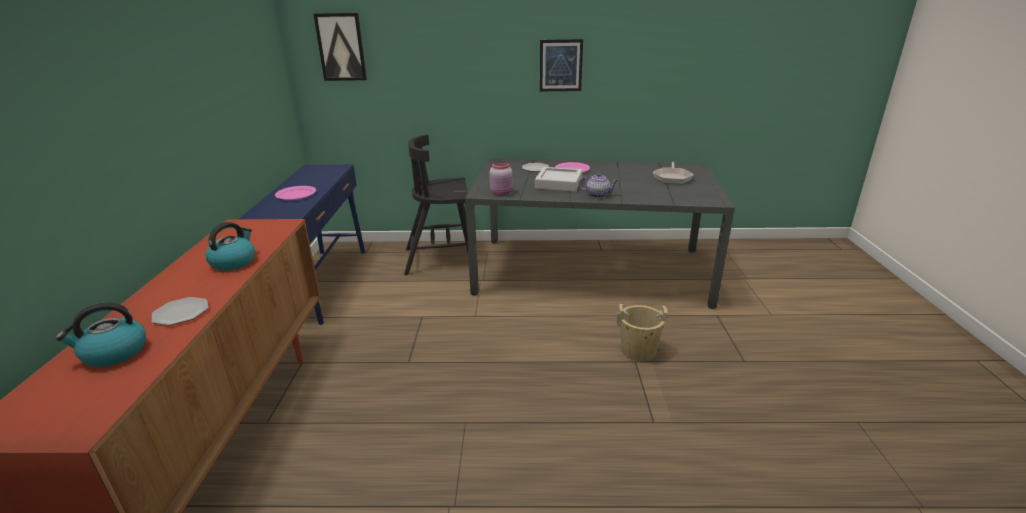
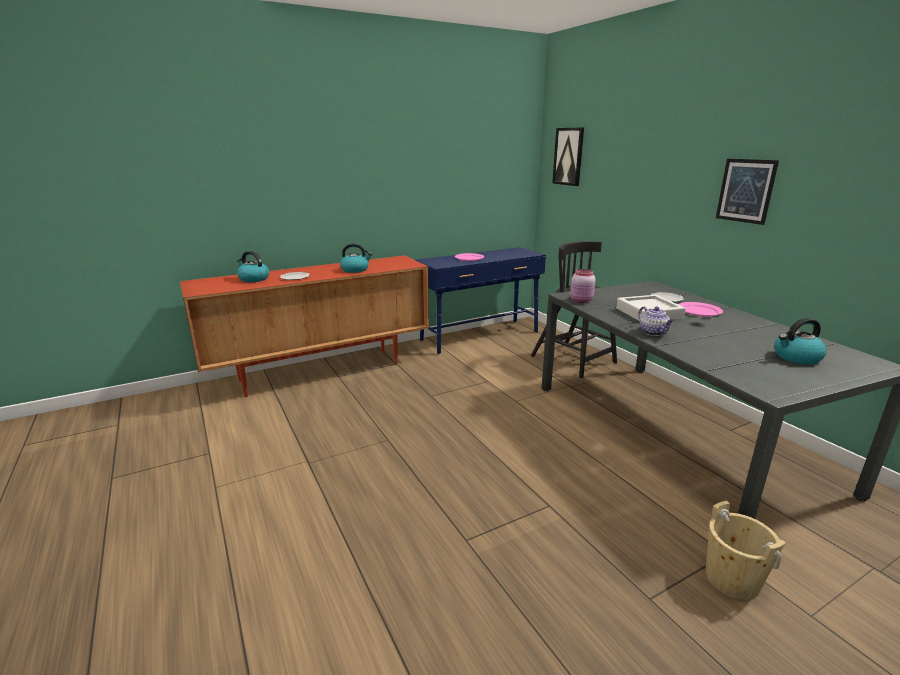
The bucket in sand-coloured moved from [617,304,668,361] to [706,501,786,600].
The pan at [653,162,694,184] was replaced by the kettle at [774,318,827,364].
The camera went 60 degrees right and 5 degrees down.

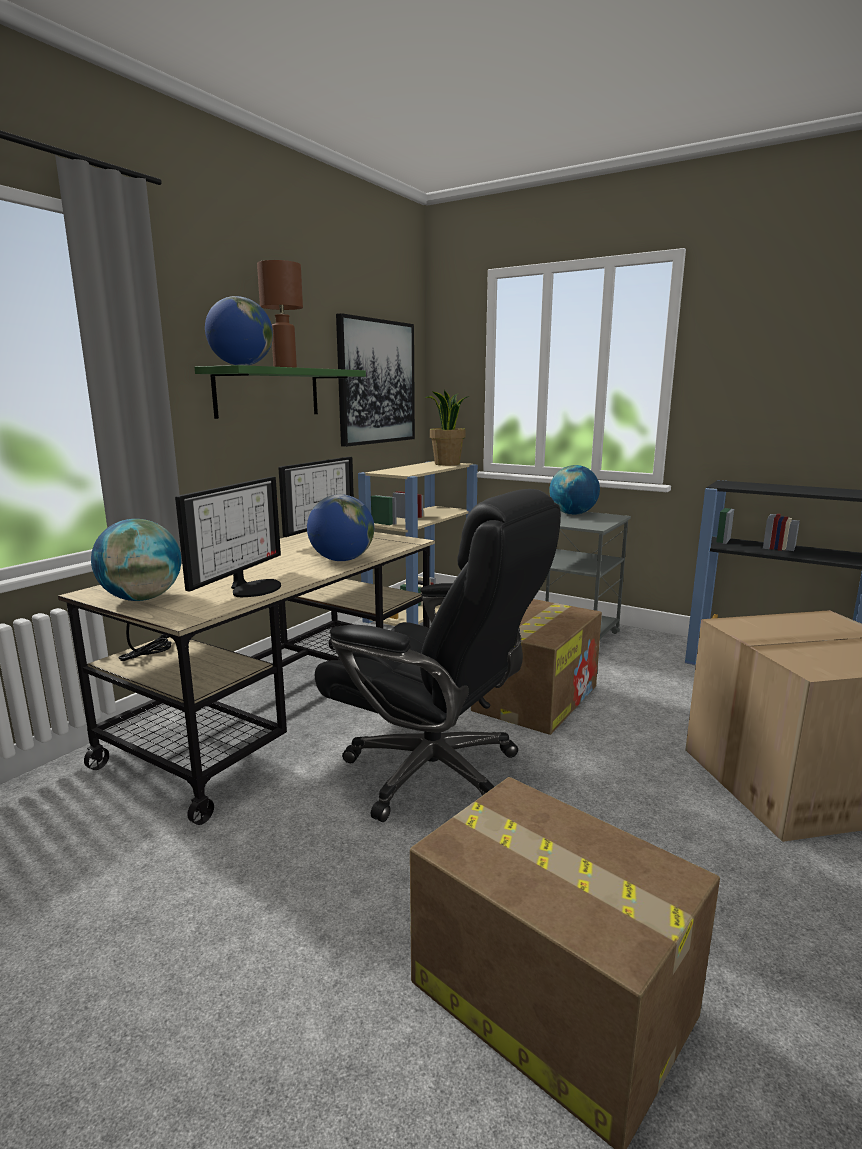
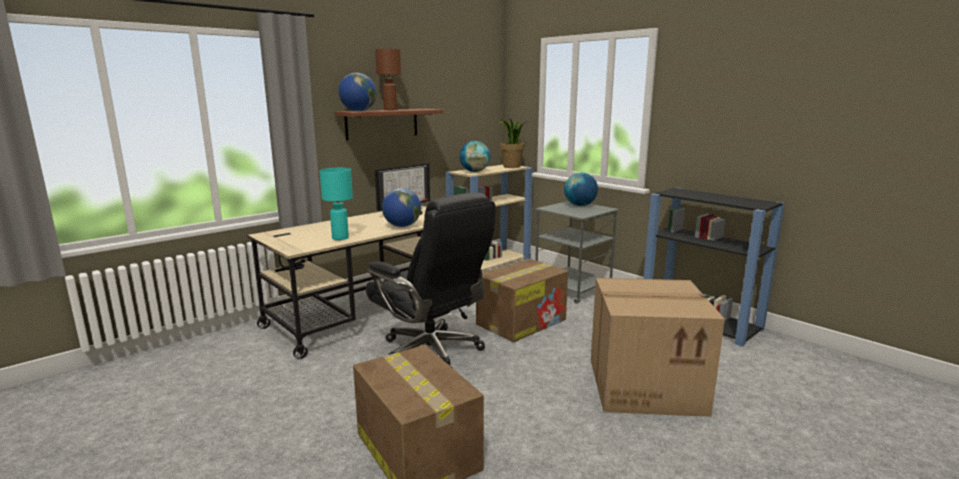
The world globe moved from [91,519,181,601] to [459,141,490,172].
The monitor at [175,477,281,597] was replaced by the lamp for a table in blue-green at [319,168,353,240].
The bracket shelf in greenish at [194,365,366,419] became the bracket shelf in brown-coloured at [334,109,444,140].
The wall art at [336,313,415,447] disappeared.
The camera went 15 degrees right and 0 degrees up.

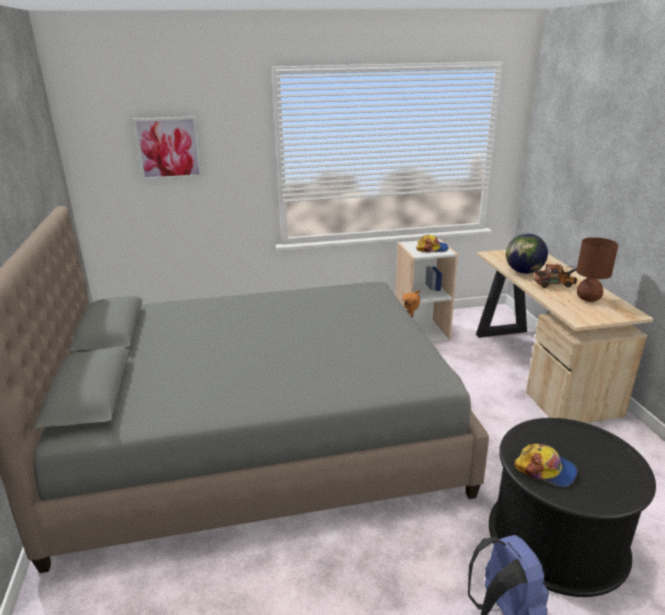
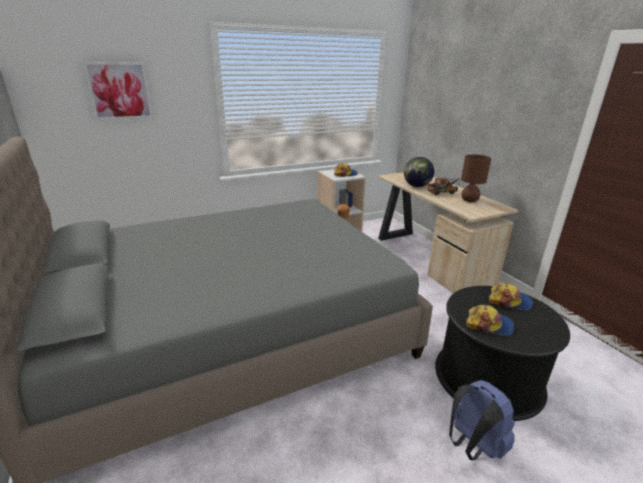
The baseball cap at [489,283,533,311] appeared.
The camera went 15 degrees left and 0 degrees up.

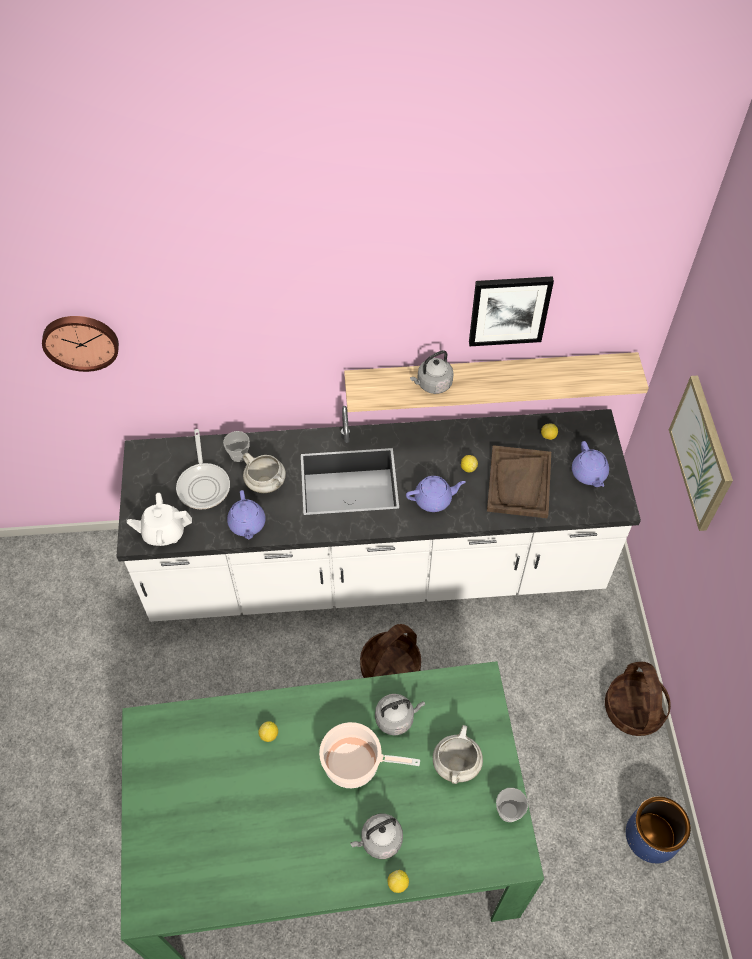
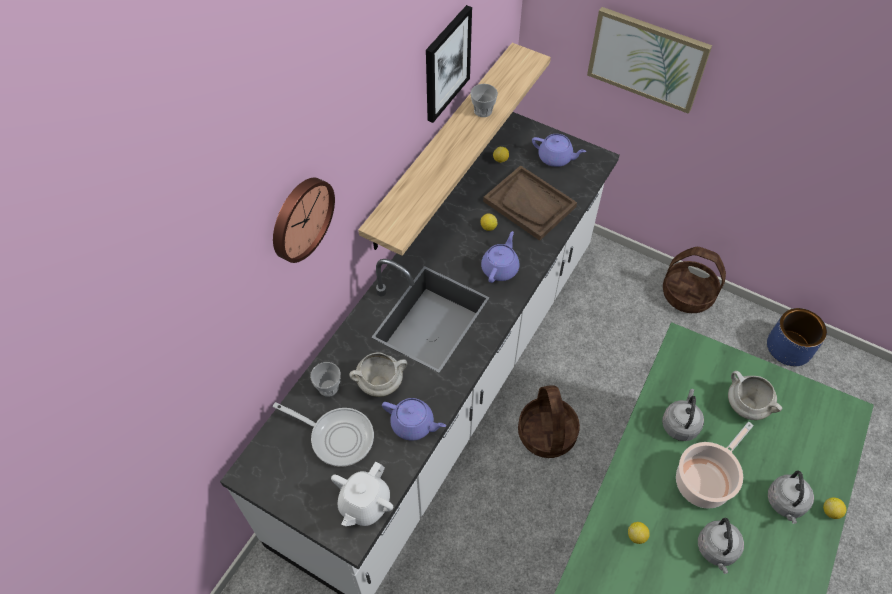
The clock on the wall moved from [42,316,119,372] to [273,178,335,263].
The kettle in gray moved from [410,350,454,394] to [698,518,744,574].
The drinking cup moved from [496,788,528,822] to [470,84,498,117].
The camera went 55 degrees left and 0 degrees up.

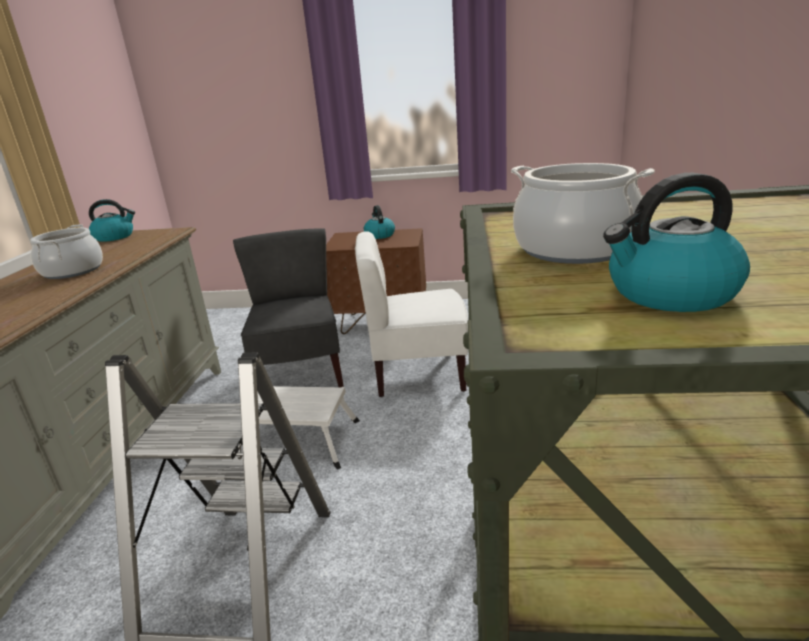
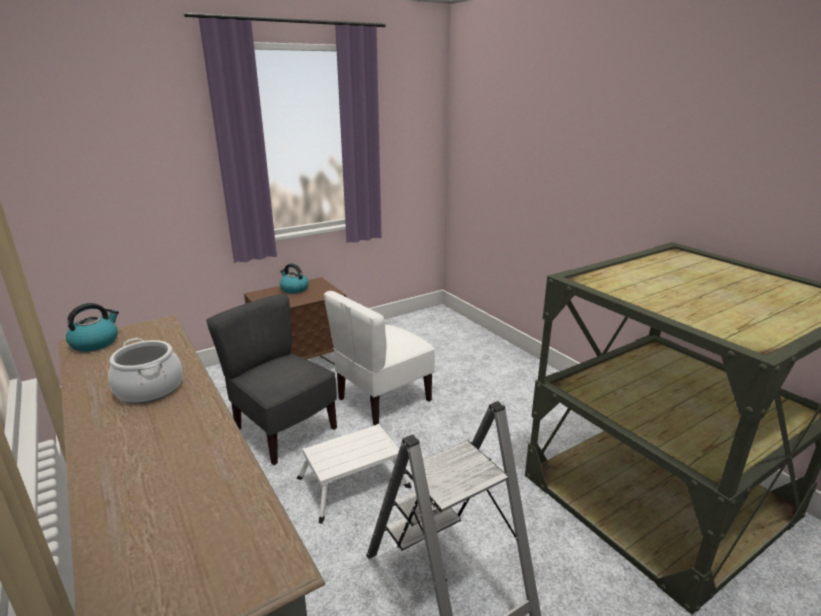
The cooking pot at [511,163,655,264] disappeared.
The kettle at [603,172,750,312] disappeared.
The camera went 40 degrees left and 0 degrees up.

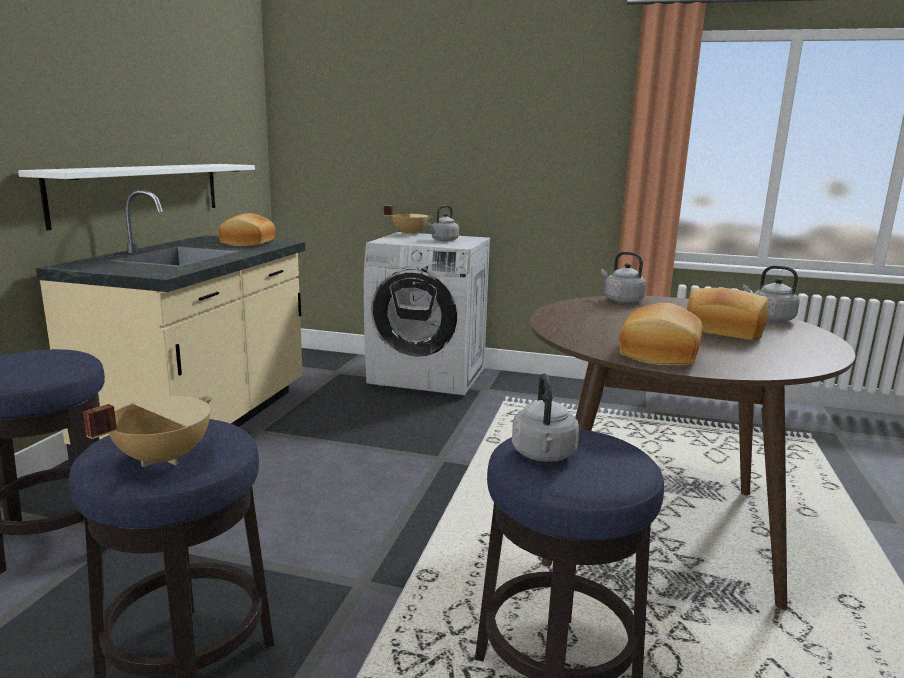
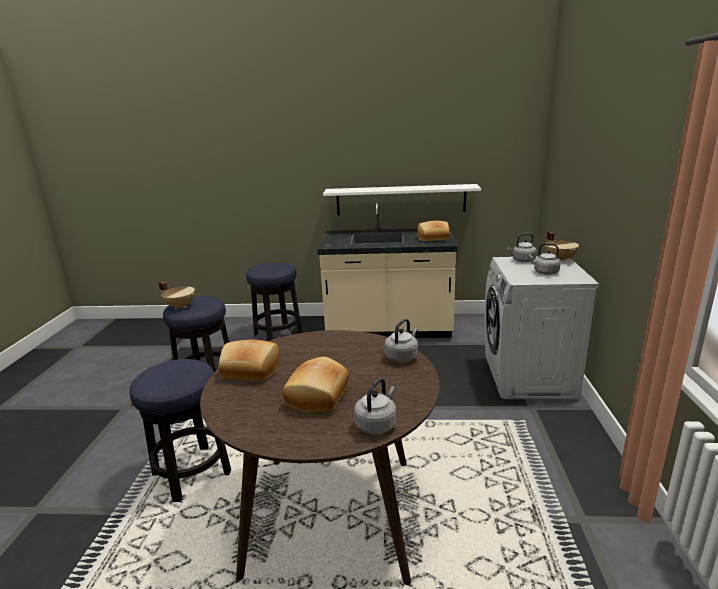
The kettle in gray moved from [512,373,579,462] to [507,233,537,262].
The camera went 80 degrees right and 5 degrees up.

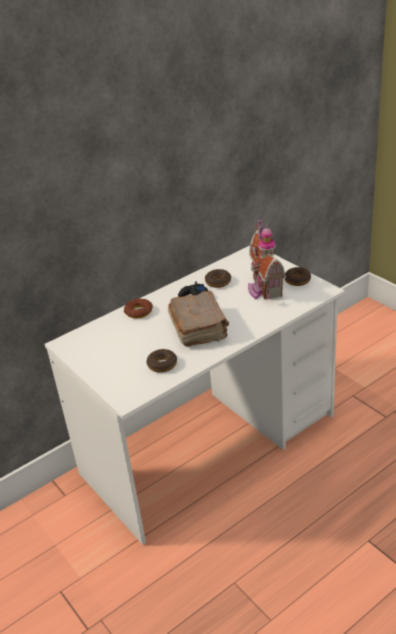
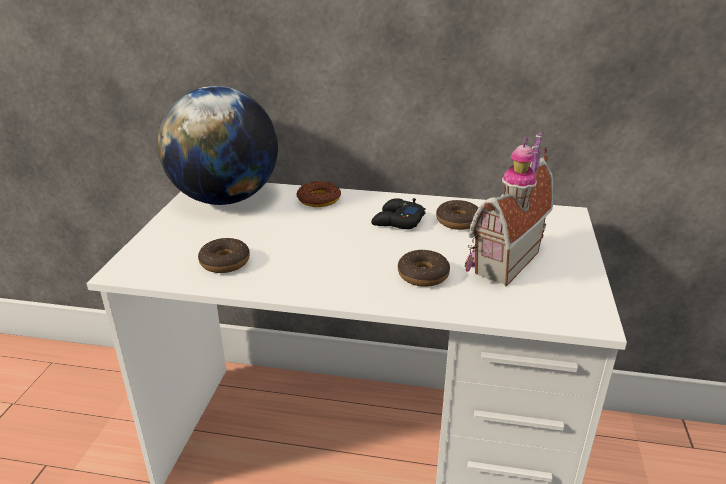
The bound book in brown-coloured at [168,291,229,347] disappeared.
The donut moved from [285,267,311,286] to [398,249,450,287].
The world globe at [157,86,278,205] appeared.
The camera went 45 degrees right and 5 degrees down.

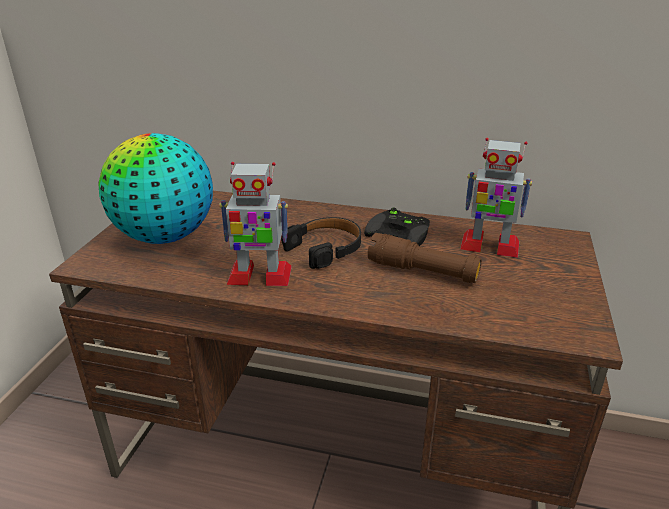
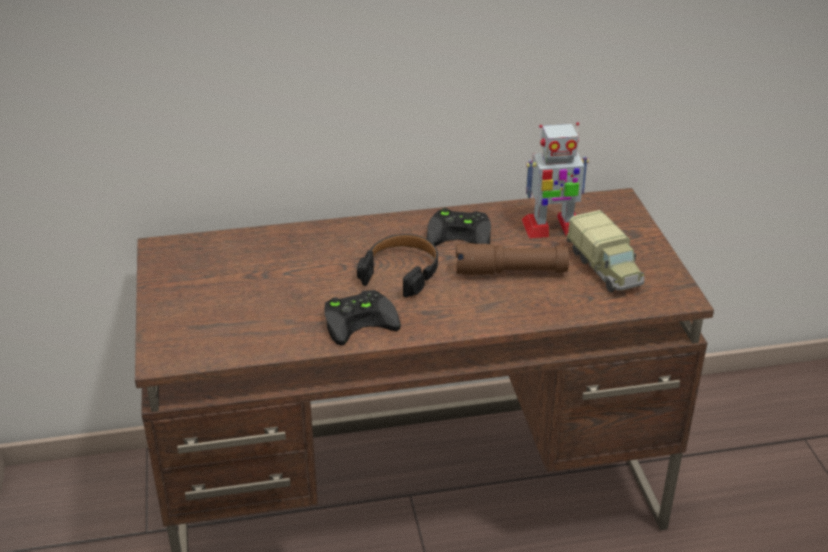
The world globe at [98,133,213,244] disappeared.
The toy robot at [219,162,292,286] was replaced by the game controller in blackish at [324,290,401,345].
The toy truck at [567,210,645,292] appeared.
The camera went 25 degrees left and 5 degrees up.

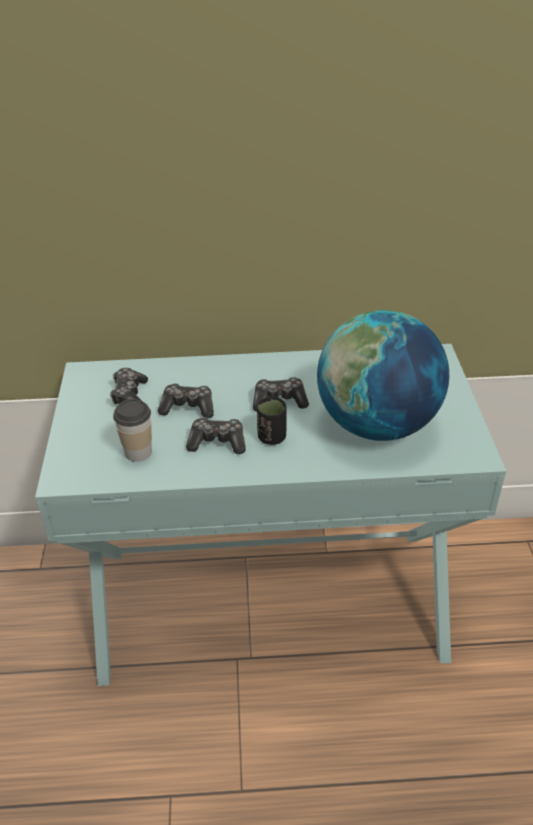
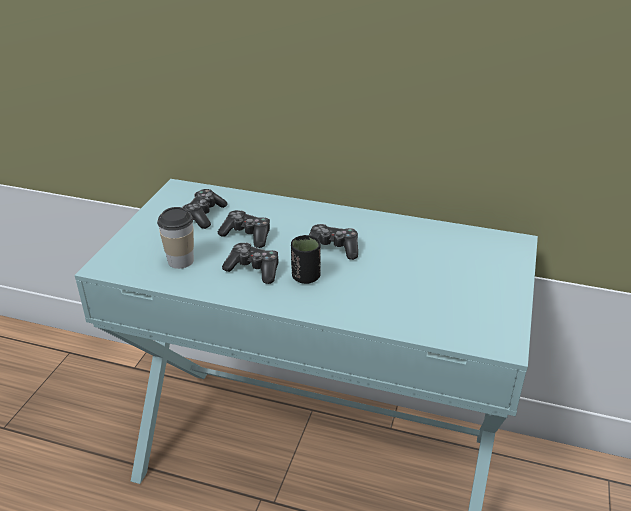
The world globe at [317,310,449,441] disappeared.
The camera went 20 degrees right and 5 degrees down.

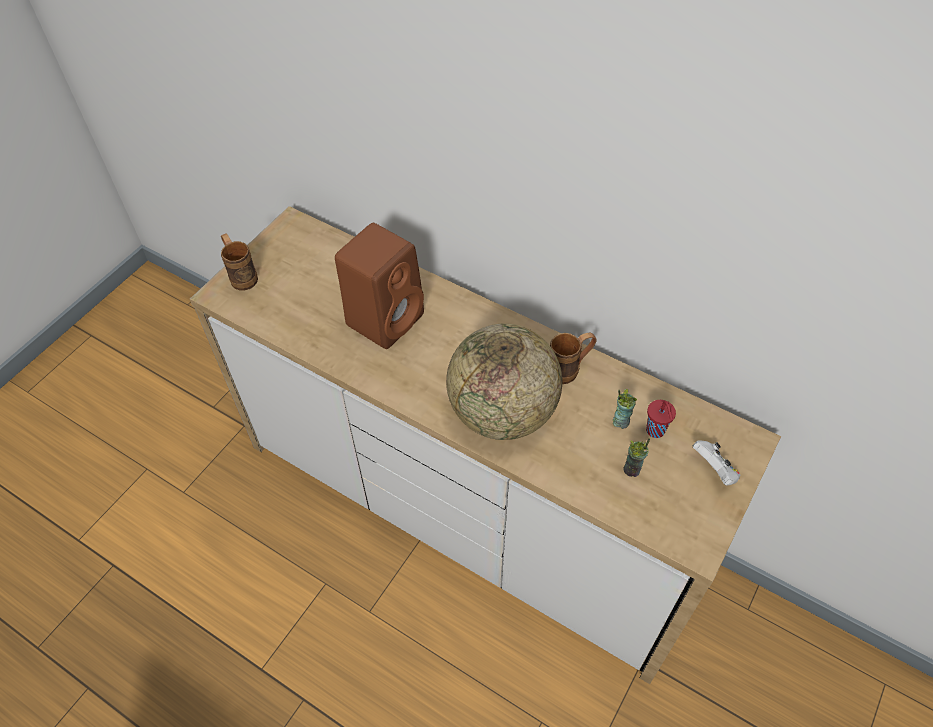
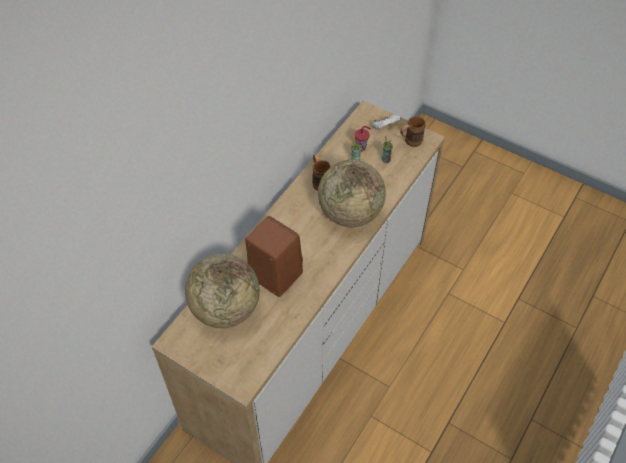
The coffee mug in brown-coloured moved from [221,233,258,291] to [400,116,426,147].
The world globe at [185,254,260,328] appeared.
The camera went 90 degrees left and 0 degrees up.

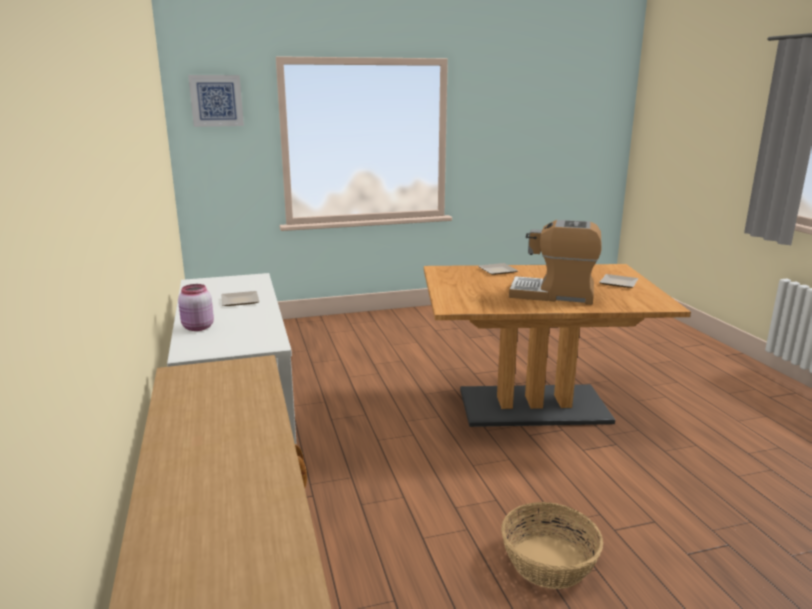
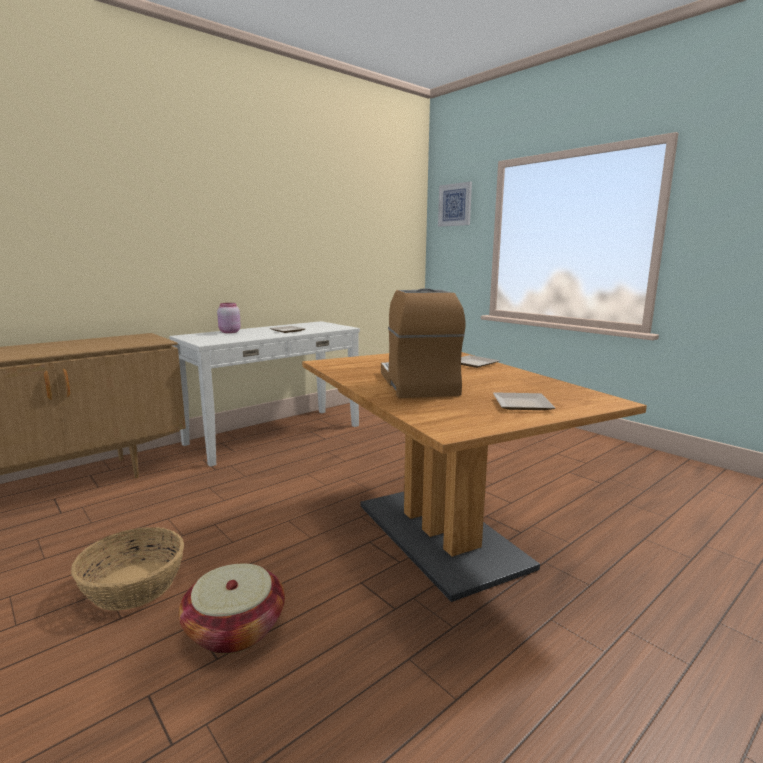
The storage basket at [179,563,285,654] appeared.
The camera went 65 degrees right and 5 degrees down.

